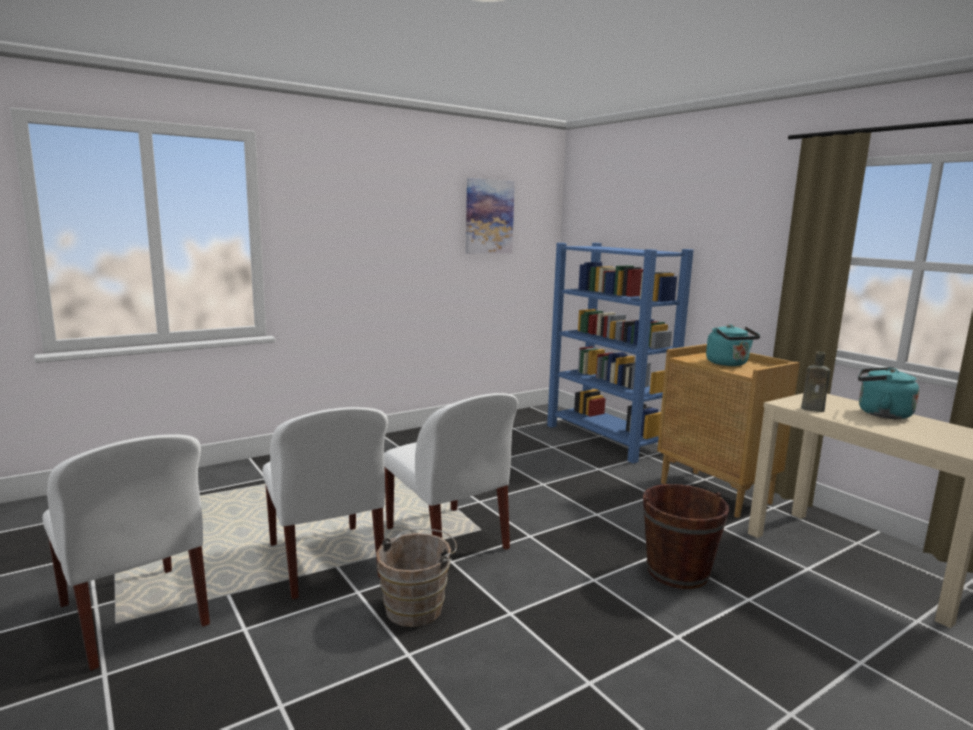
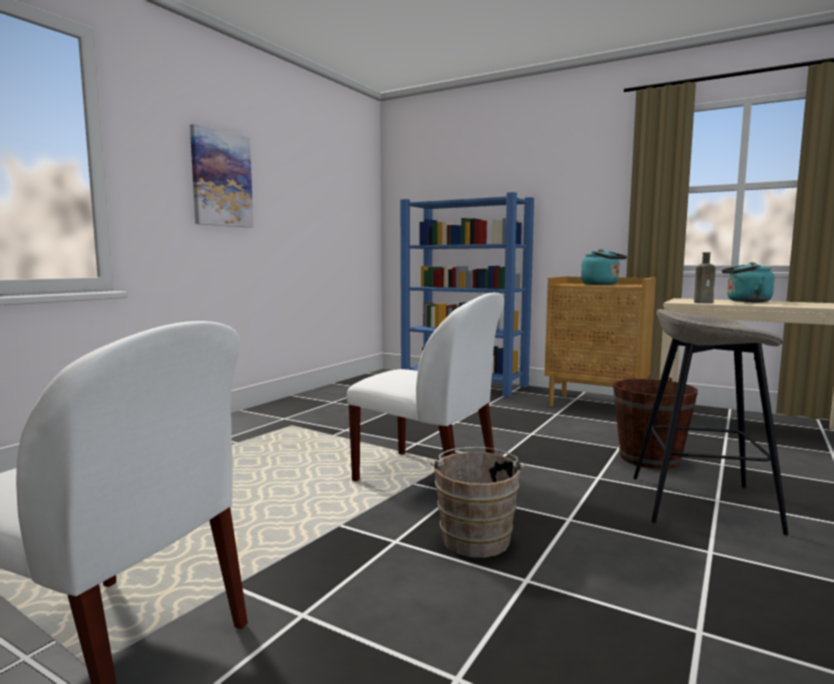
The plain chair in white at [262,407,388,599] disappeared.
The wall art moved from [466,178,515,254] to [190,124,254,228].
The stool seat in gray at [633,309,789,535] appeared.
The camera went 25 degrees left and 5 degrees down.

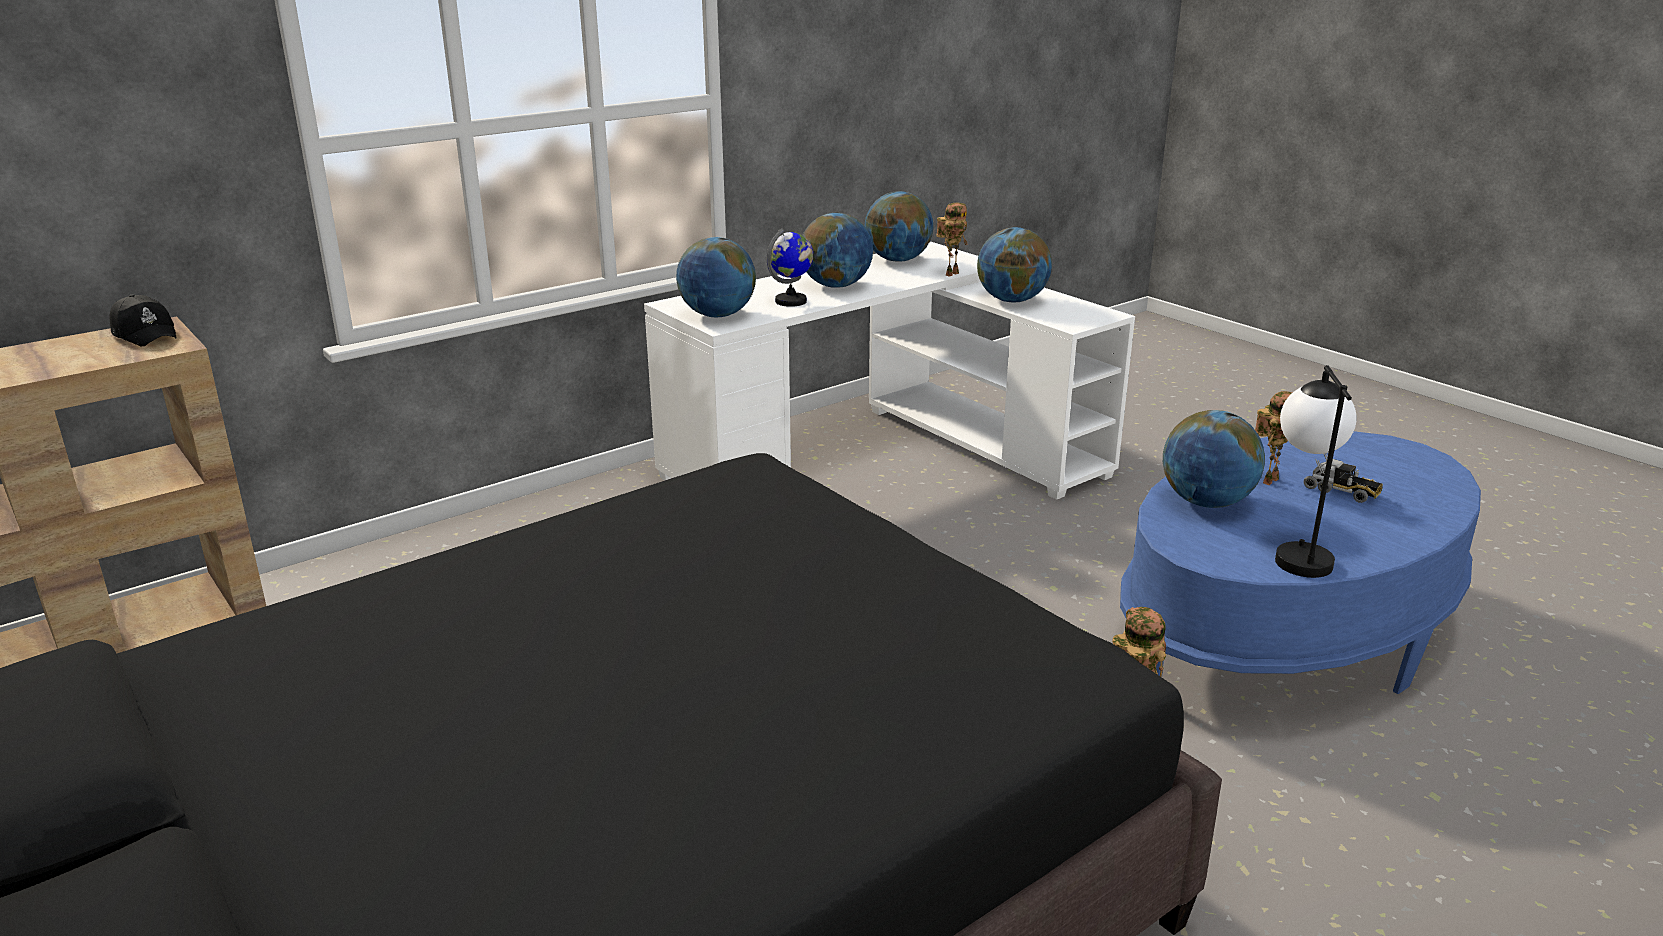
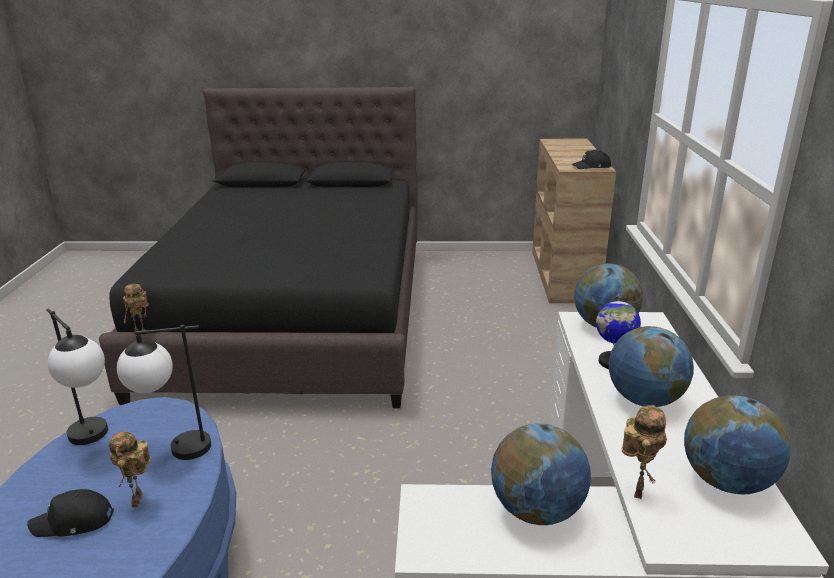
The toy robot at [936,203,967,277] turned 150 degrees counterclockwise.
The world globe at [1163,410,1265,508] was replaced by the lamp for a table at [117,325,211,460].
The toy truck at [1304,453,1383,503] was replaced by the baseball cap in blackish at [27,489,114,537].
The camera went 130 degrees right and 0 degrees up.

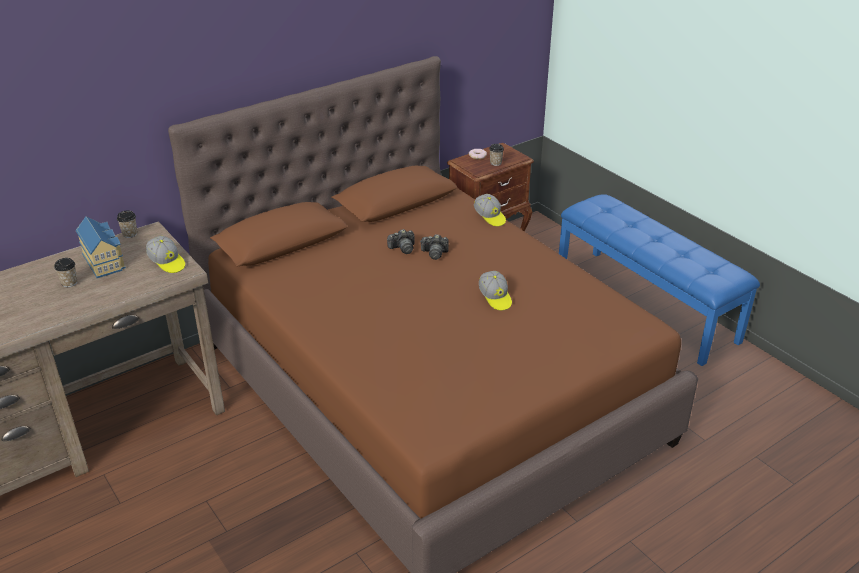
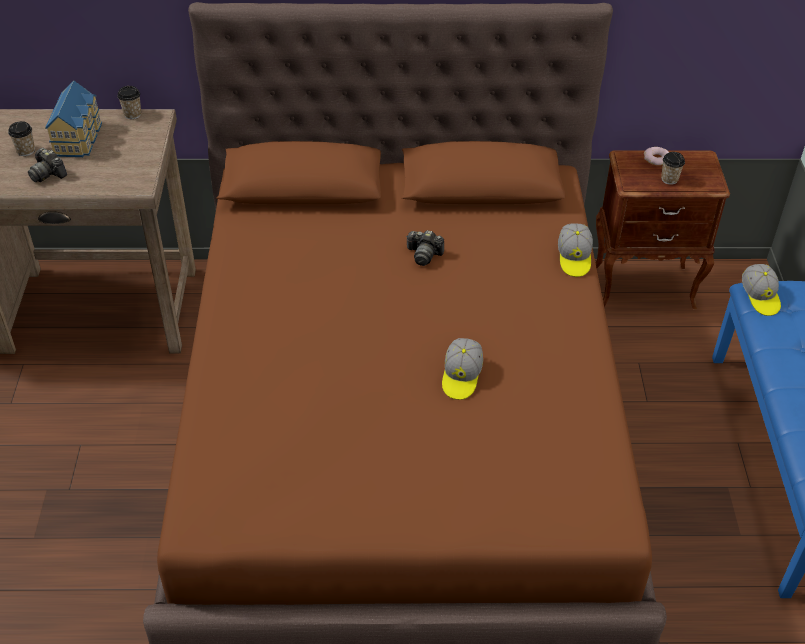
The baseball cap moved from [146,236,185,273] to [742,264,781,316].
The still camera moved from [420,234,449,260] to [28,148,67,182].
The camera went 35 degrees right and 10 degrees up.

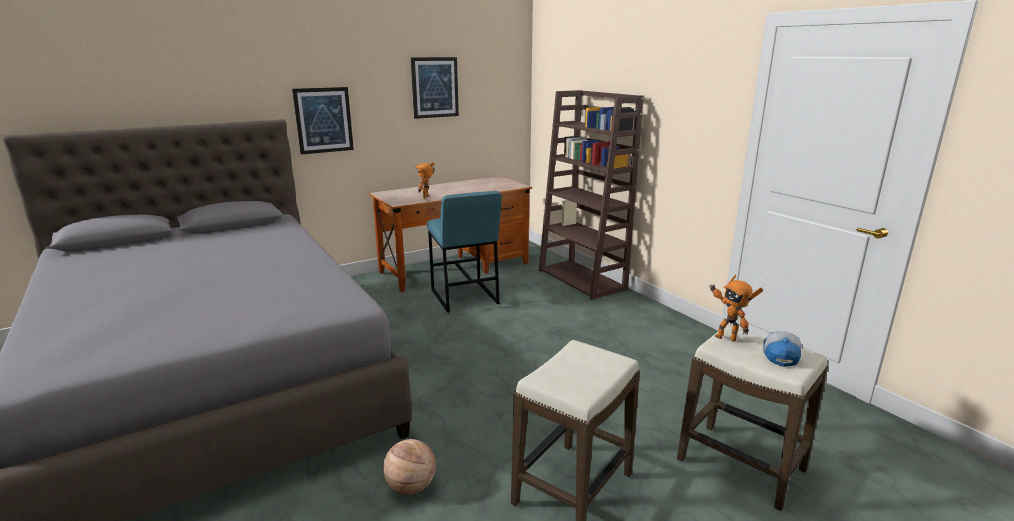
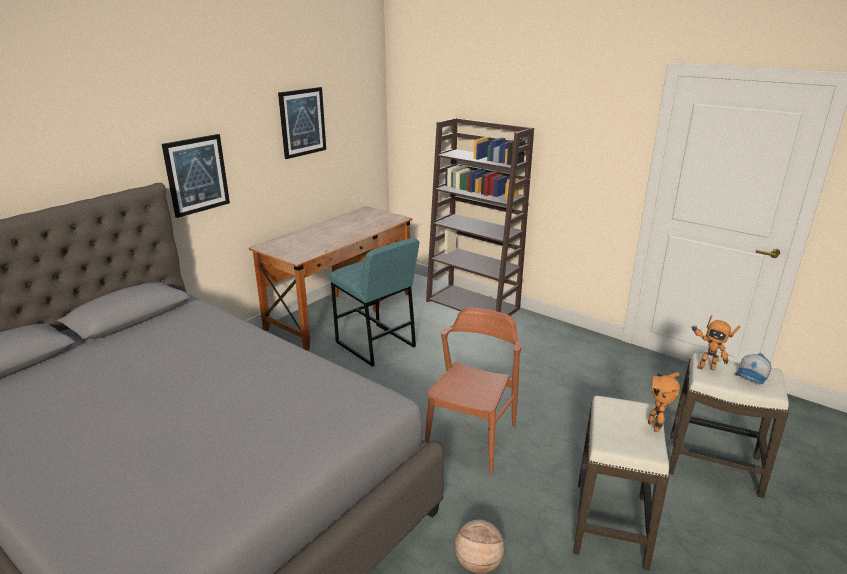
The toy robot moved from [415,162,435,199] to [648,372,680,432].
The baseball cap at [763,331,801,367] turned 135 degrees counterclockwise.
The plain chair in brown-coloured at [425,307,522,474] appeared.
The camera went 20 degrees left and 5 degrees up.

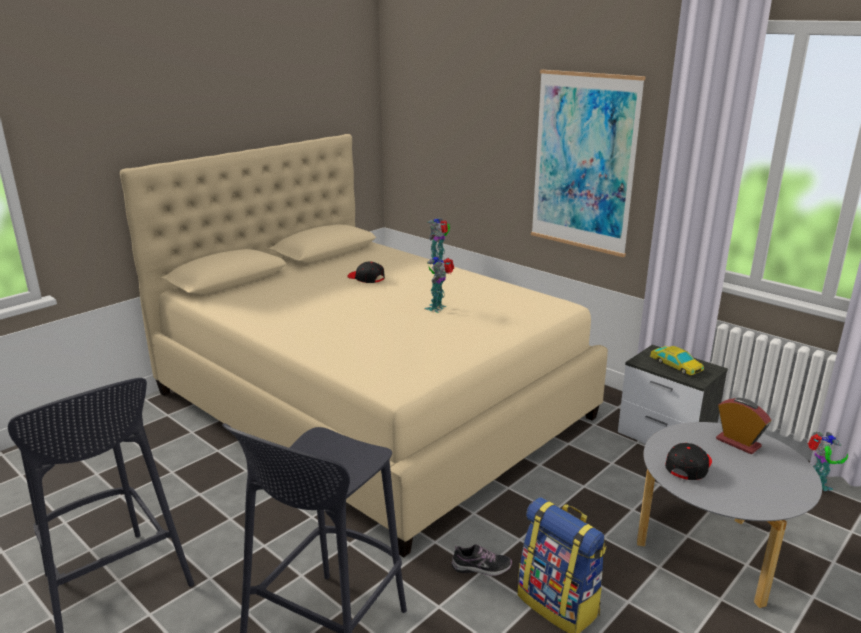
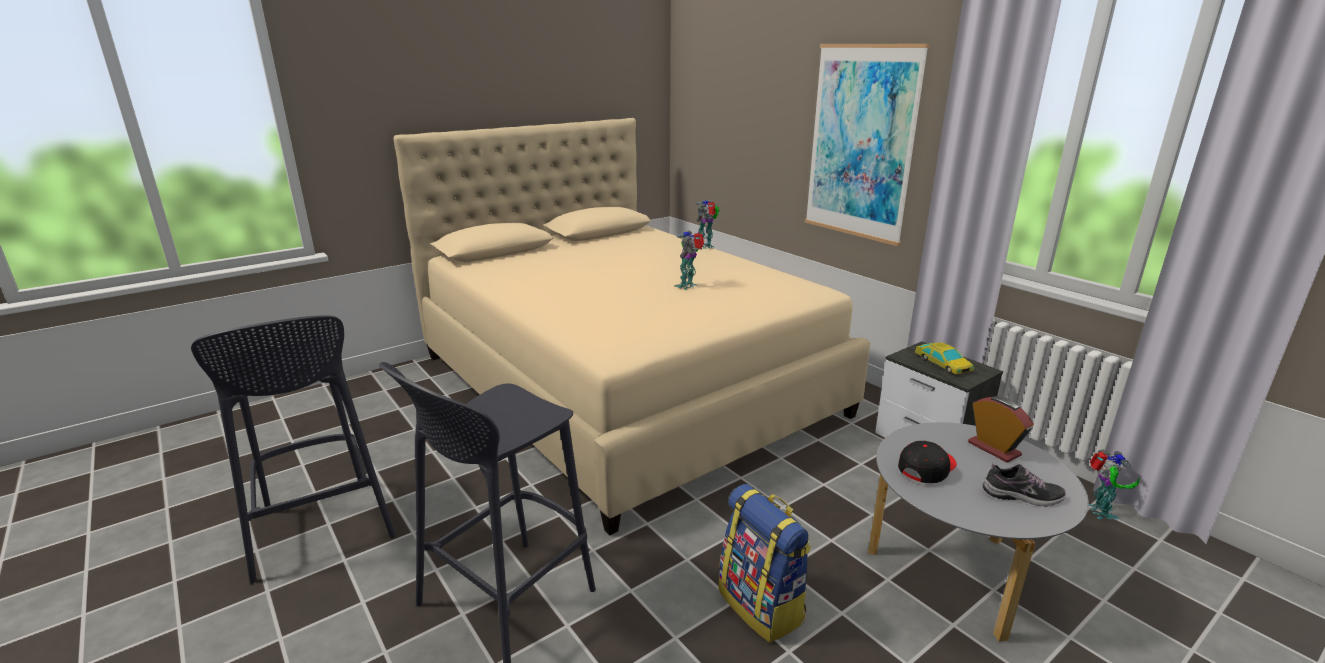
The baseball cap in blackish at [347,262,385,283] disappeared.
The low shoe moved from [452,544,512,576] to [983,463,1066,507].
The camera went 10 degrees right and 0 degrees up.

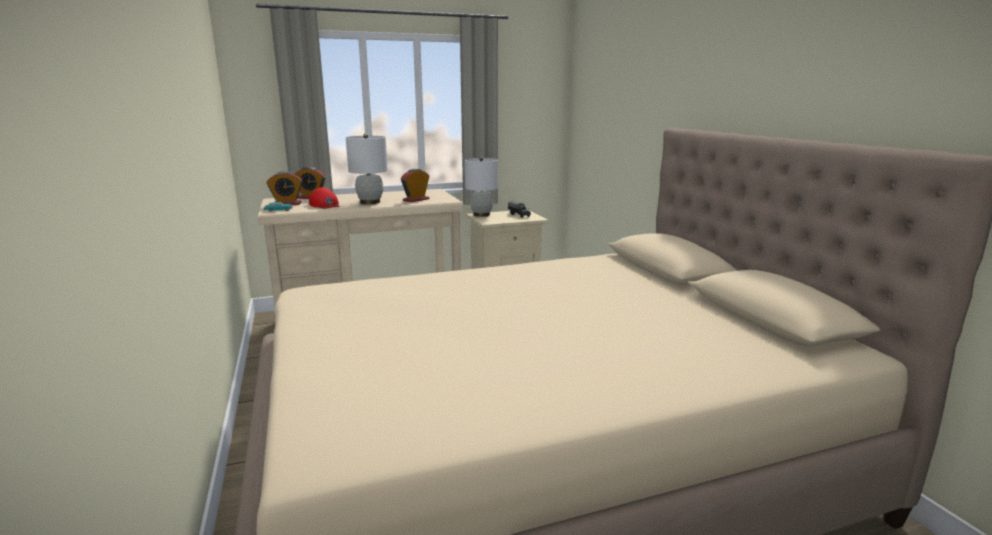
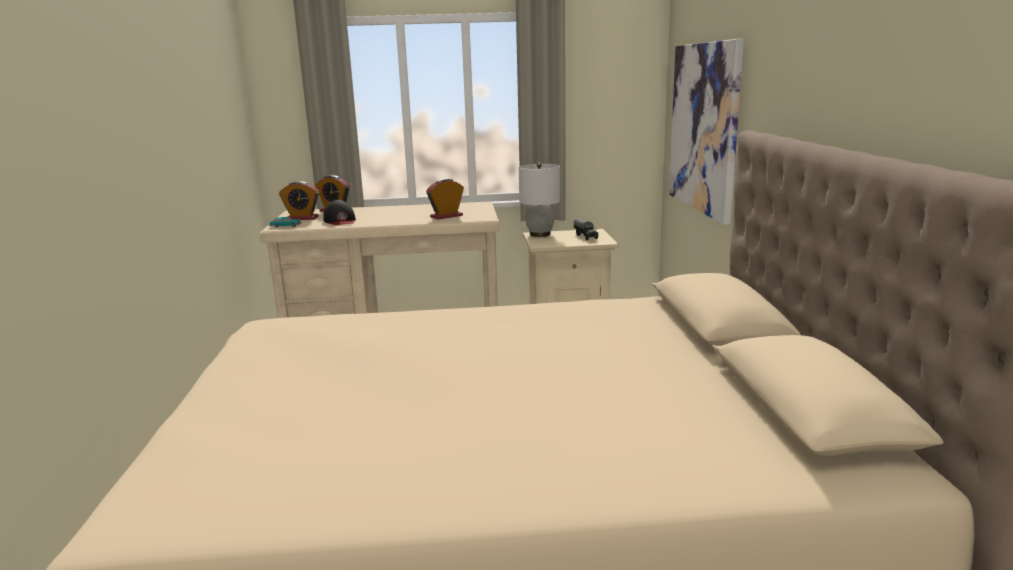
The baseball cap in red at [309,187,340,209] became the baseball cap in blackish at [323,200,356,225].
The lamp for a table in white at [346,134,388,204] disappeared.
The wall art at [669,39,744,225] appeared.
The camera went 15 degrees right and 0 degrees up.

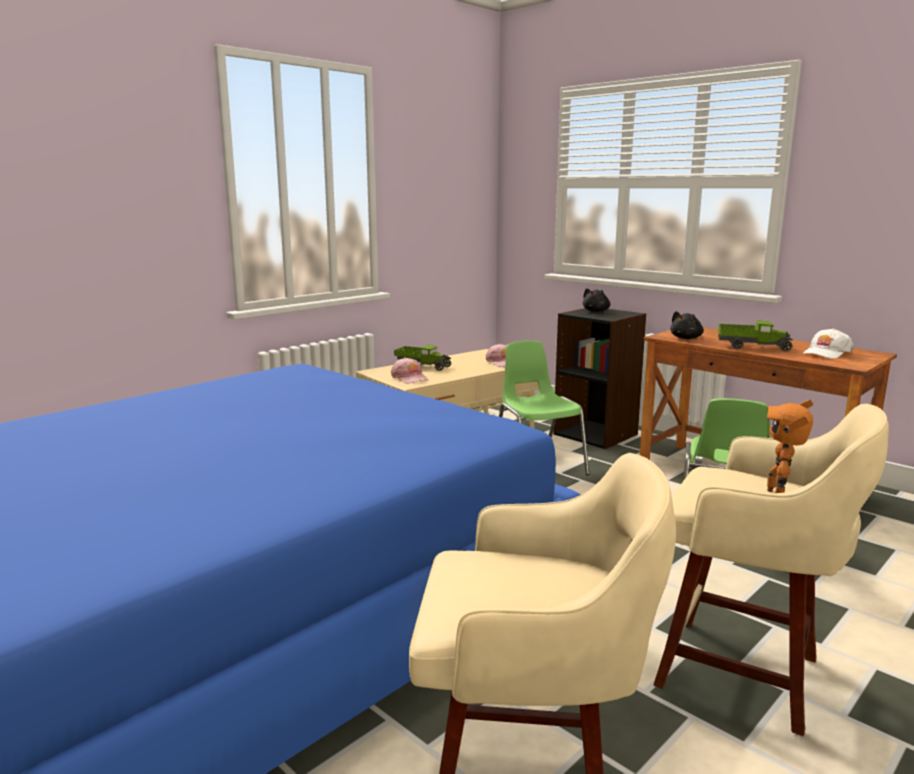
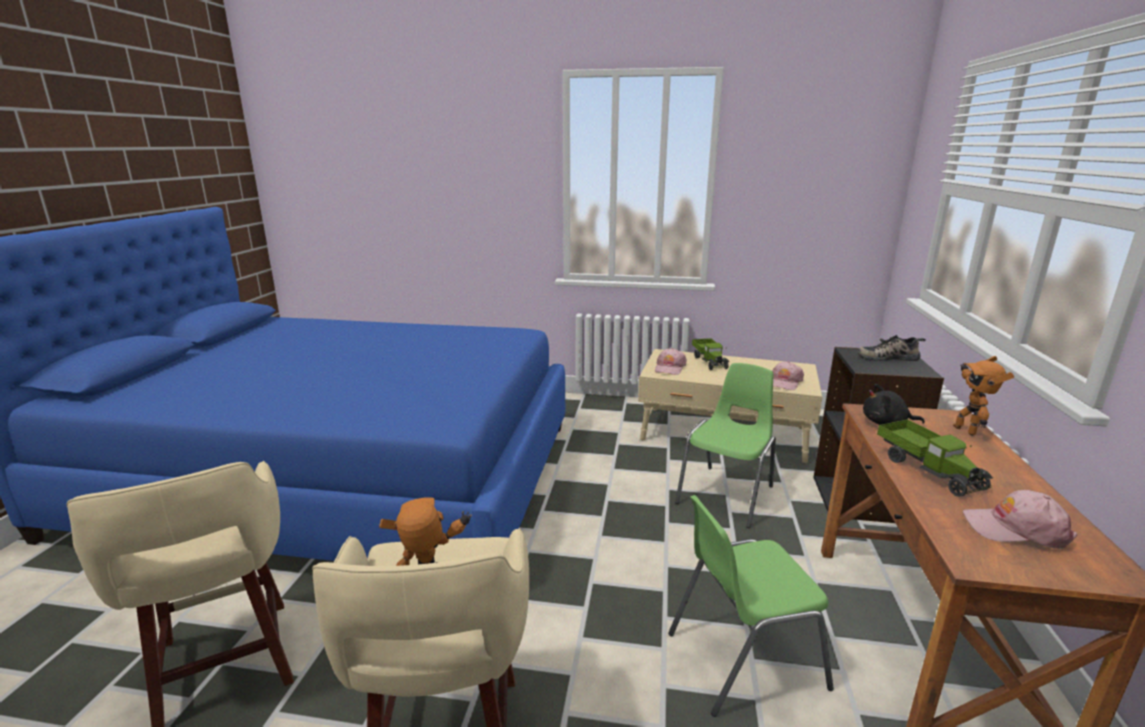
The soft toy in blackish at [583,288,610,312] was replaced by the low shoe at [858,335,926,361].
The baseball cap in white at [803,328,854,359] became the baseball cap in pinkish at [963,490,1077,549].
The toy robot at [953,356,1014,435] appeared.
The camera went 55 degrees right and 5 degrees up.

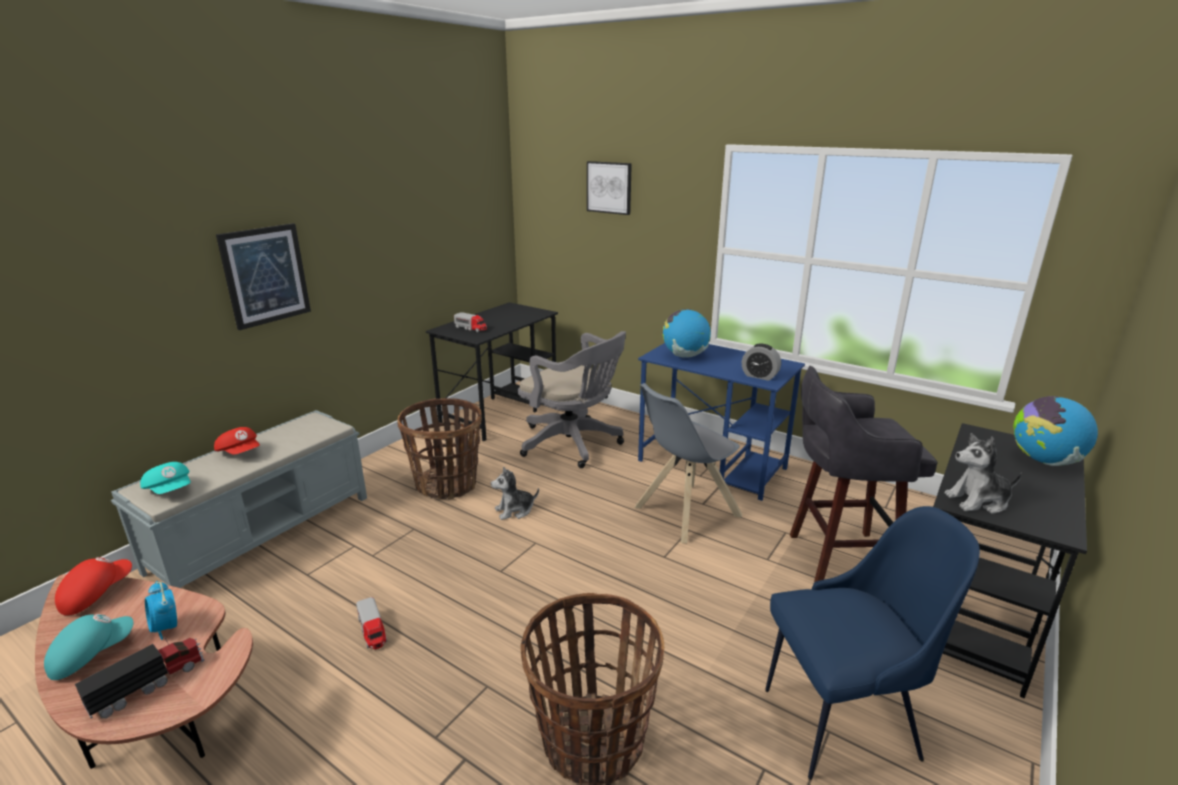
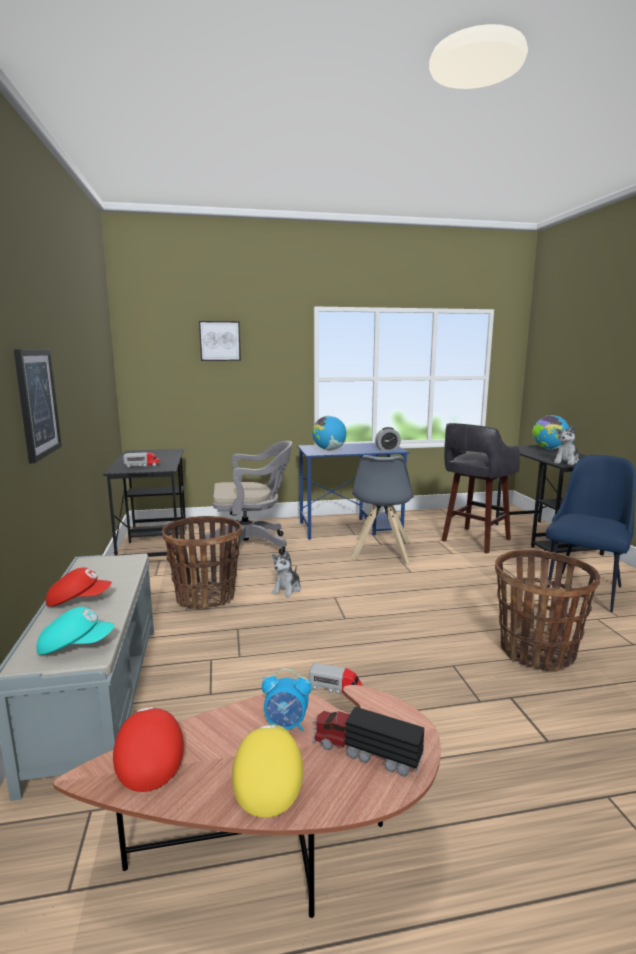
The baseball cap in blue-green at [44,614,133,680] became the baseball cap in yellow-coloured at [232,724,303,818].
The toy truck at [75,637,205,719] turned 60 degrees counterclockwise.
The camera went 45 degrees left and 10 degrees down.

